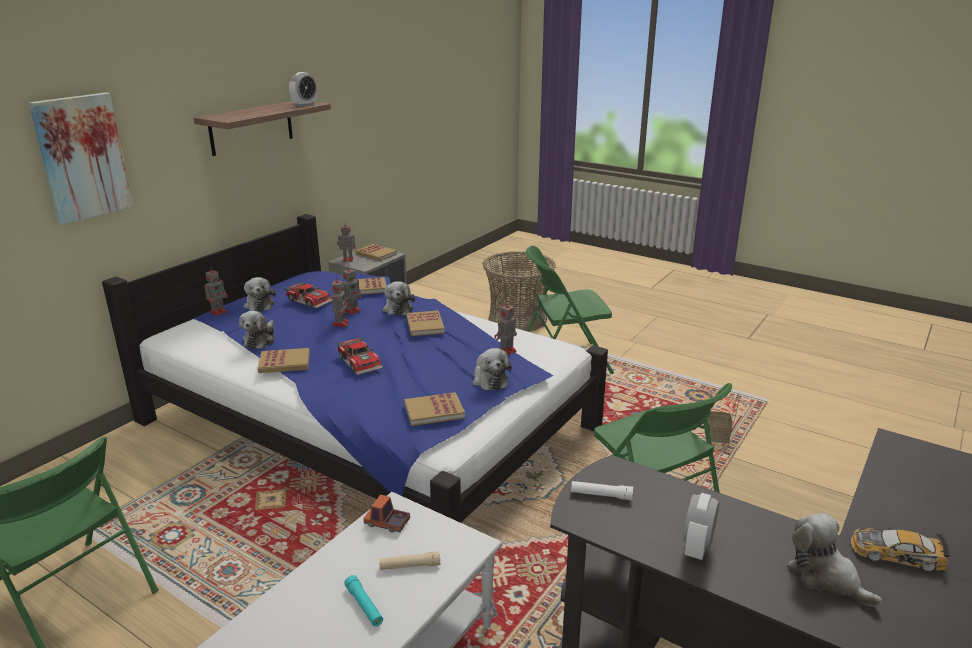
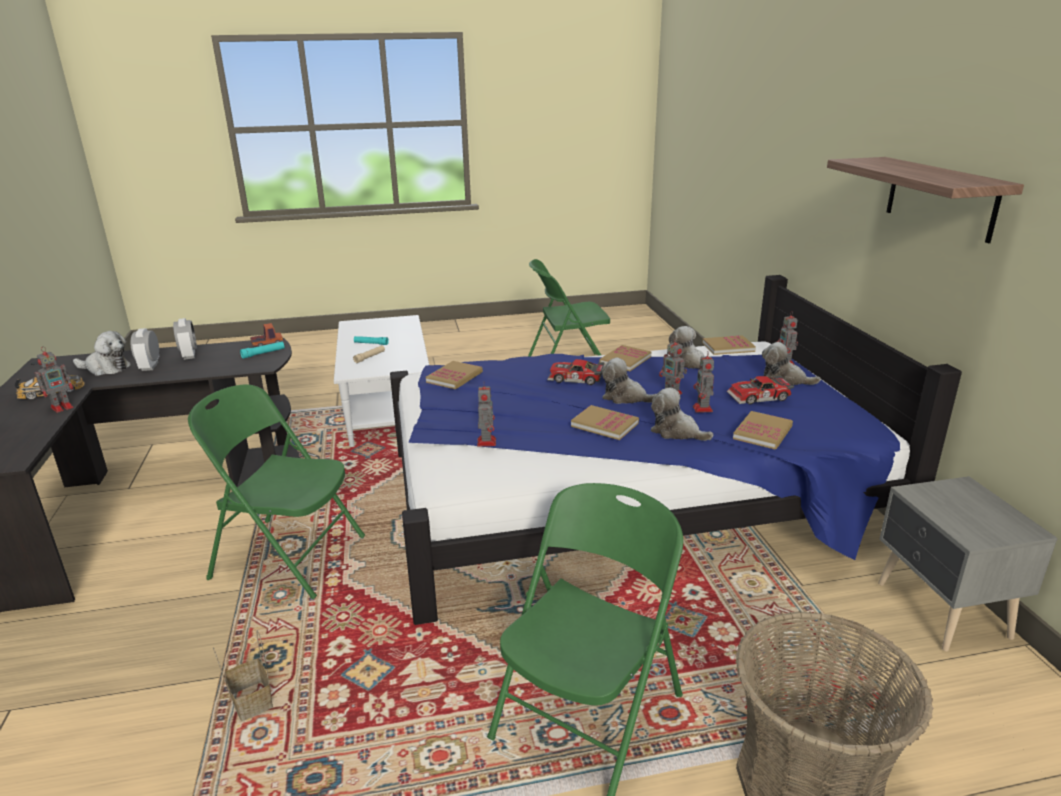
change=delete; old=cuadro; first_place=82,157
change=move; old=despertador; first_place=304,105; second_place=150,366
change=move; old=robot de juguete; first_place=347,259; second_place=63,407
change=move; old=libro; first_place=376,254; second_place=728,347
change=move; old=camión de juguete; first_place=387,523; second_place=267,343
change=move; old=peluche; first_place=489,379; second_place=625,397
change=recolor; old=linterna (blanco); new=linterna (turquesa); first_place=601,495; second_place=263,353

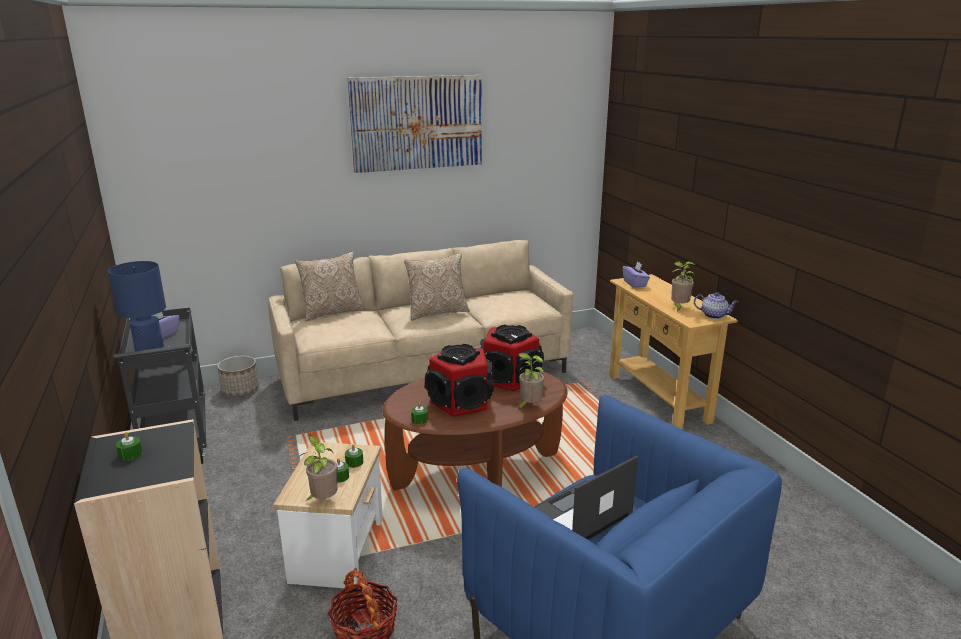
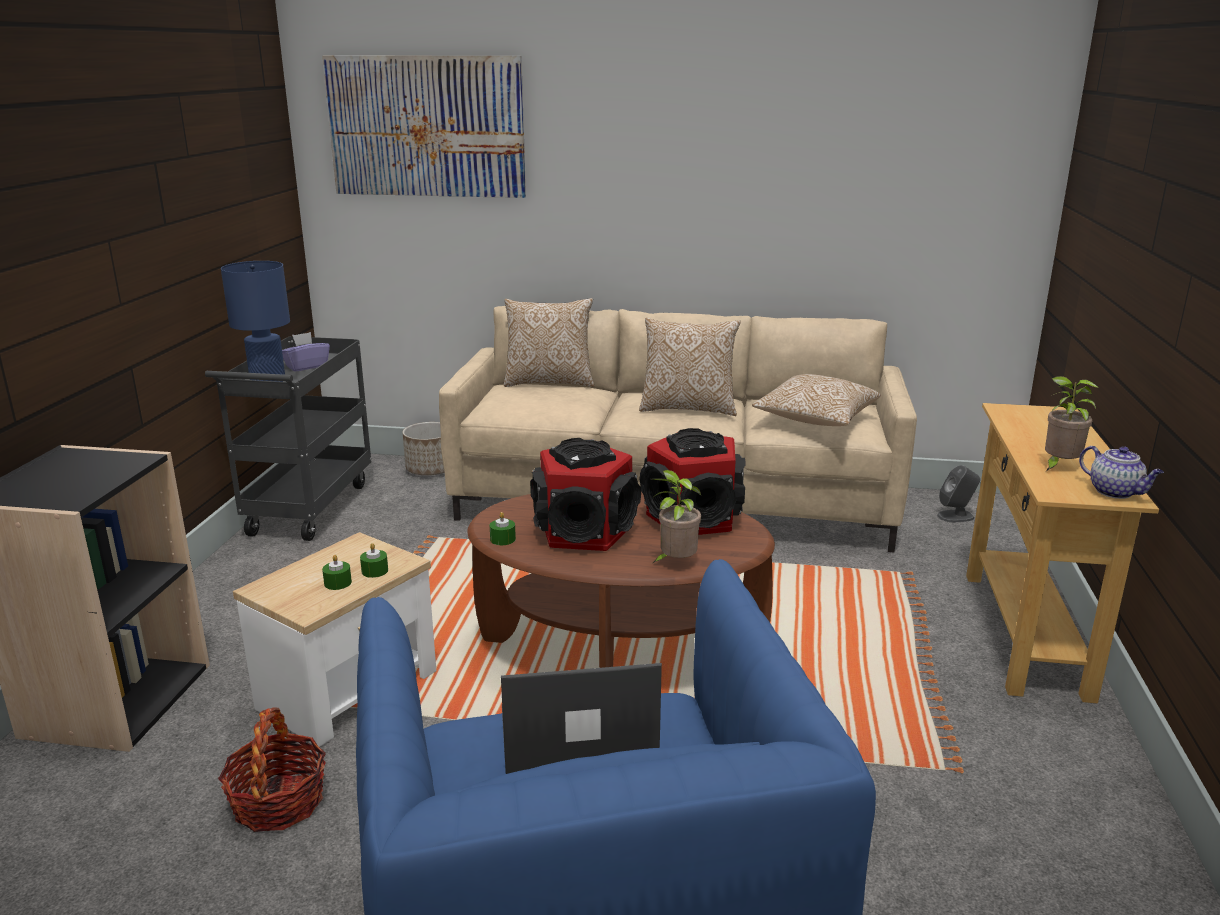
change=delete; old=vela (verde); first_place=130,454
change=delete; old=planta en maceta; first_place=322,500
change=delete; old=caja de pañuelos (morado); first_place=635,284
change=insert; new=cojín; second_place=815,419
change=insert; new=altavoz (gris); second_place=956,516
change=move; old=cuadro; first_place=417,123; second_place=426,127

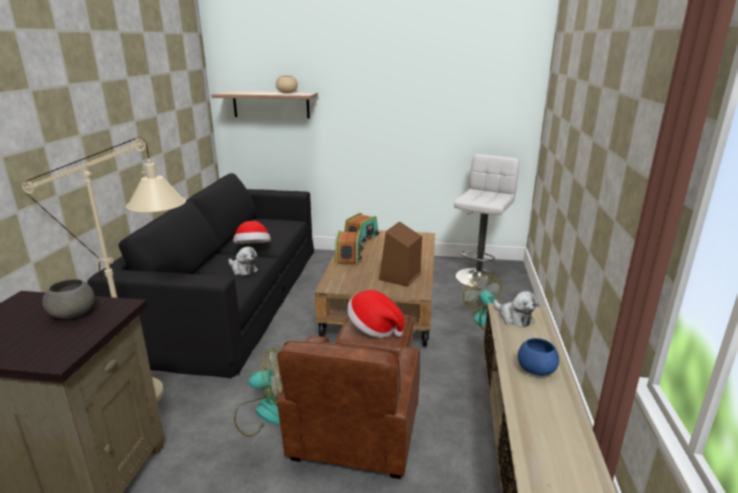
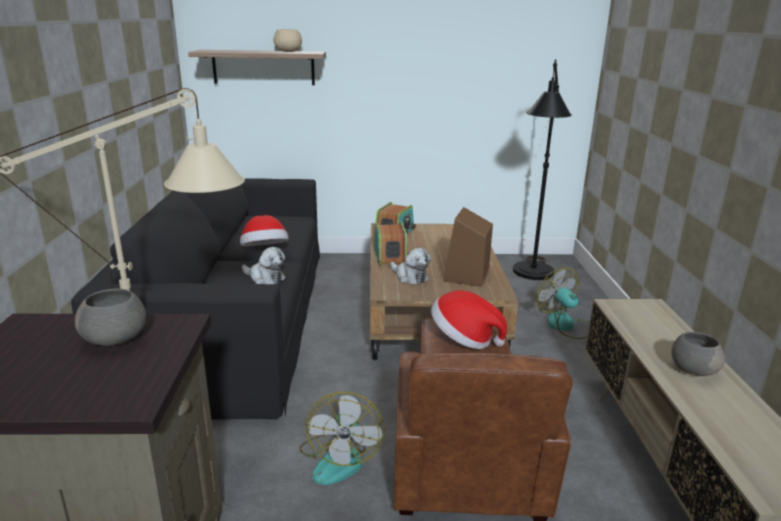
change=move; old=peluche; first_place=514,318; second_place=410,277
change=replace; old=taburete (blanco); new=lámpara de pie (negro); first_place=479,278; second_place=531,276
change=recolor; old=cuenco (azul); new=cuenco (gris); first_place=536,369; second_place=693,369
change=rotate; old=ventilador; first_place=264,412; second_place=339,458; degrees=105

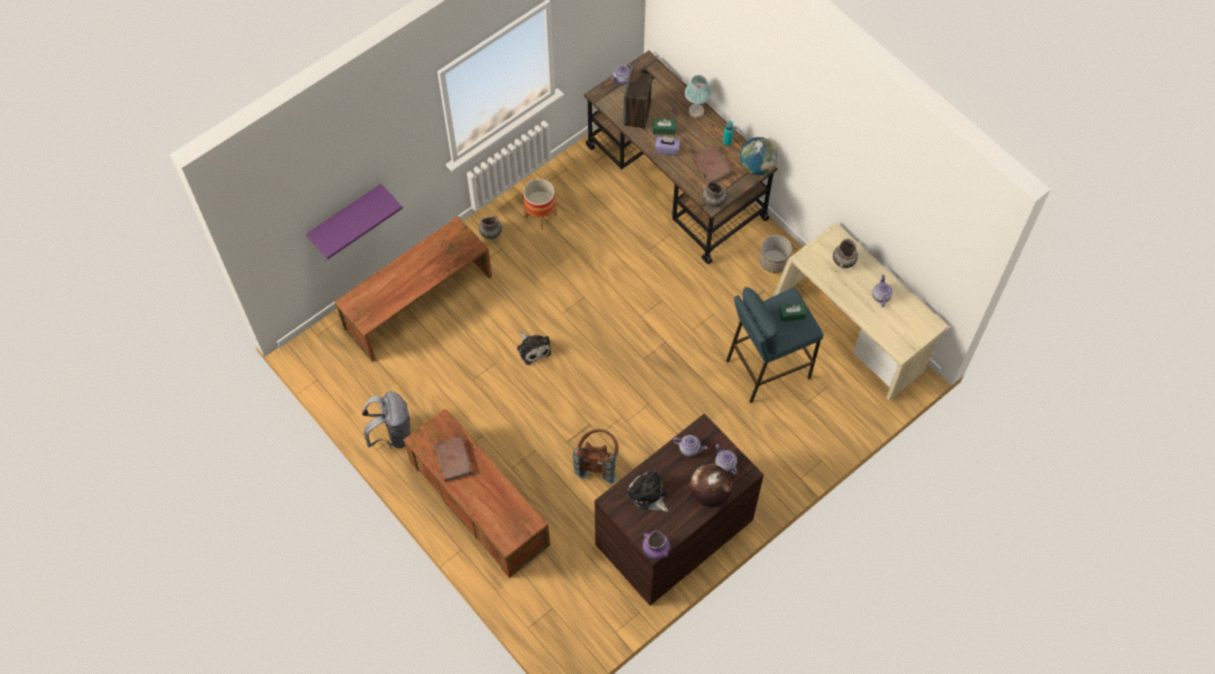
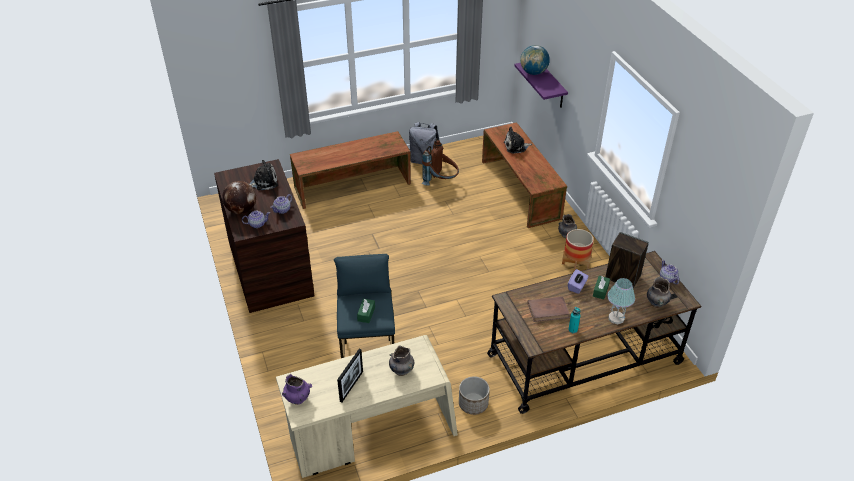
change=delete; old=libro (marrón); first_place=453,460
change=move; old=peluche; first_place=533,349; second_place=516,147
change=move; old=mochila (marrón); first_place=597,462; second_place=441,182
change=move; old=florero (morado); first_place=655,550; second_place=298,399
change=move; old=florero (gris); first_place=714,202; second_place=656,303
change=move; old=globo terráqueo; first_place=756,166; second_place=533,73
change=replace; old=tetera; new=portarretratos; first_place=881,296; second_place=351,386

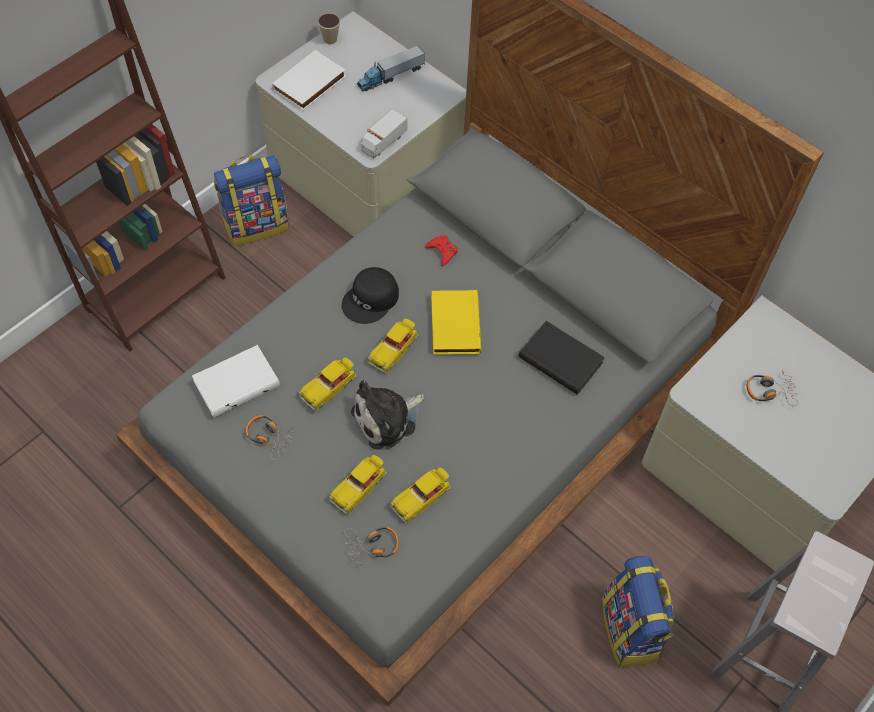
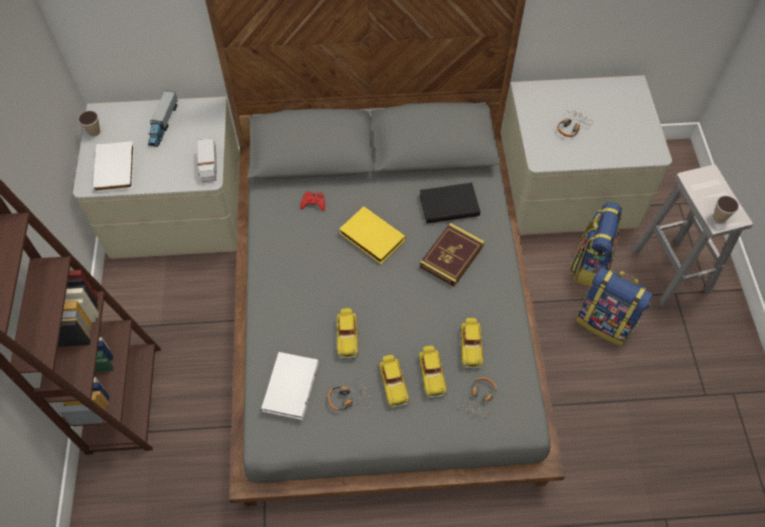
change=delete; old=gorra (negro); first_place=371,299
change=delete; old=peluche; first_place=387,419
change=insert; new=libro; second_place=451,256
change=insert; new=taza; second_place=719,217
change=move; old=mochila; first_place=256,224; second_place=590,264
change=move; old=coche de juguete; first_place=393,349; second_place=393,384

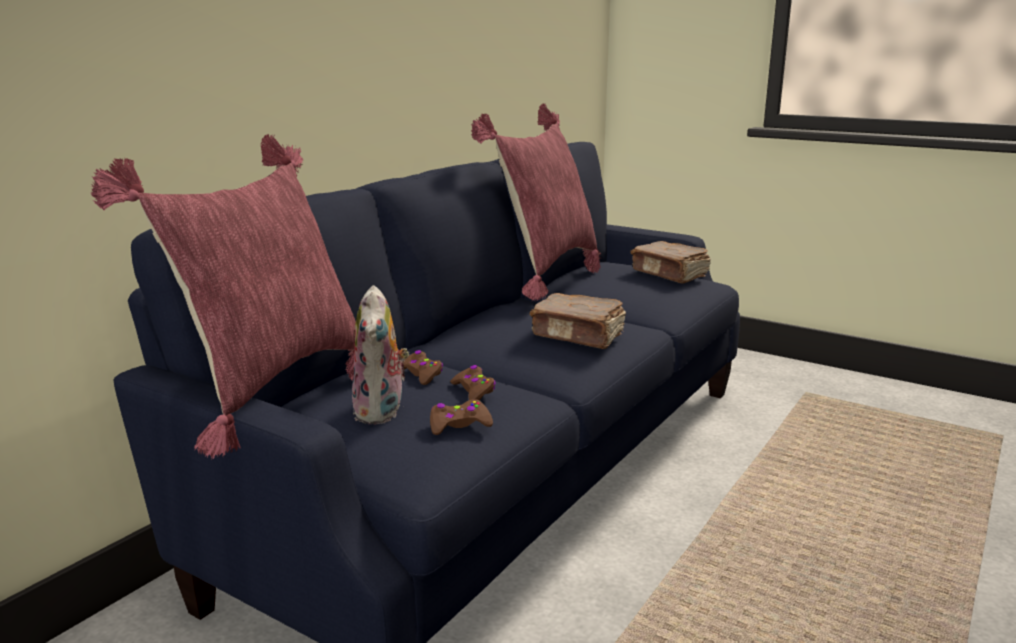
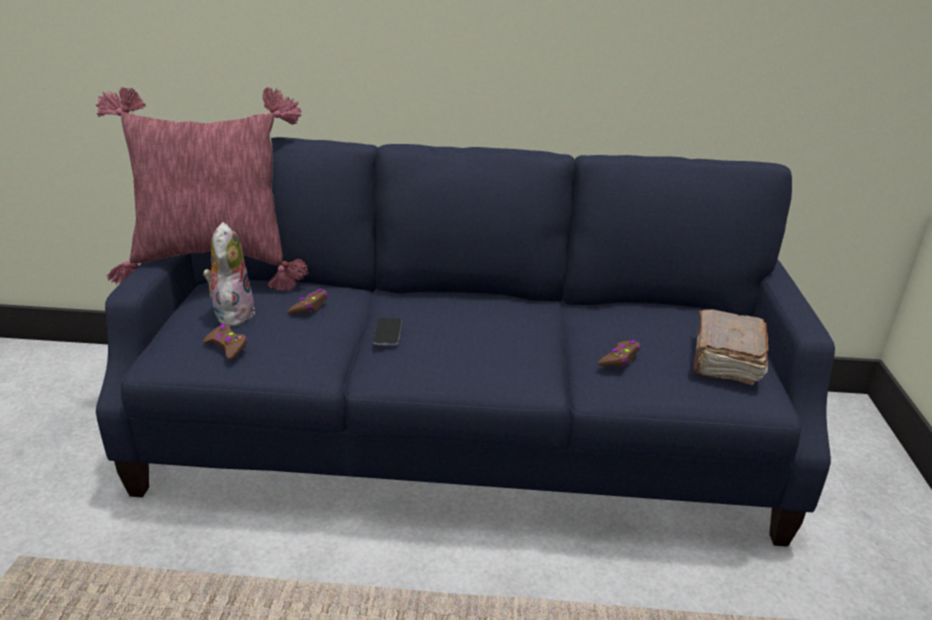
change=delete; old=cojín (rojo); first_place=541,285
change=delete; old=libro (marrón); first_place=578,336
change=insert; new=móvil; second_place=387,333
change=move; old=mando de consola (marrón); first_place=474,390; second_place=619,359
change=rotate; old=peluche; first_place=382,412; second_place=232,313; degrees=120

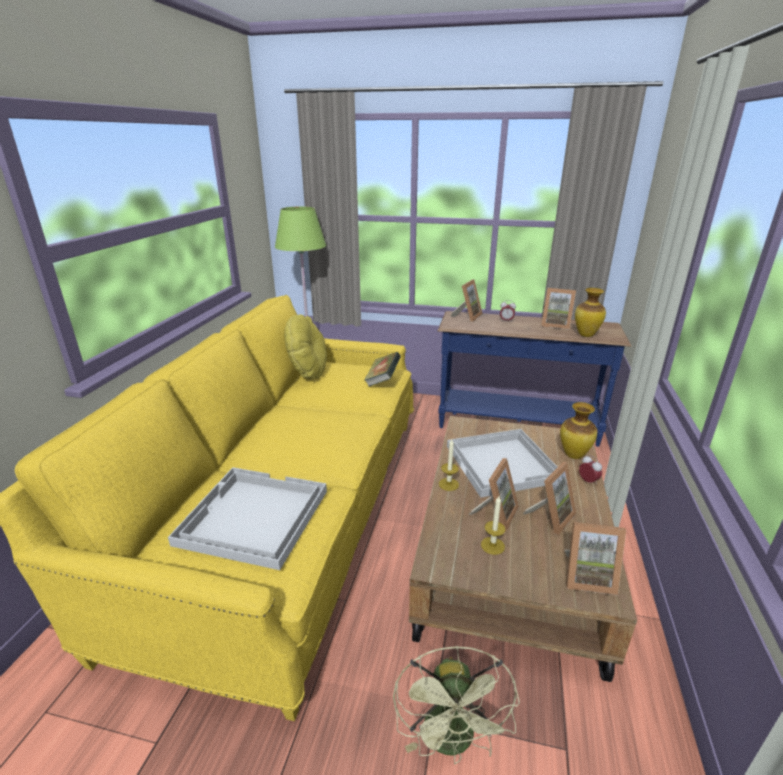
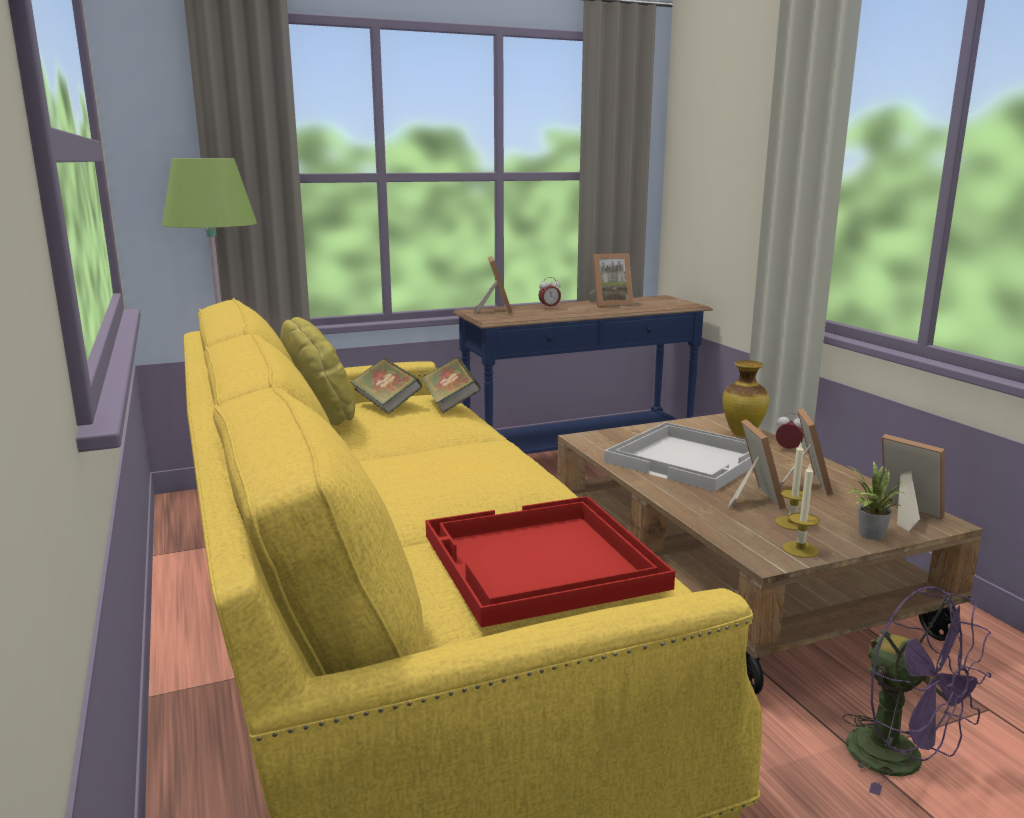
change=delete; old=florero; first_place=585,335
change=insert; new=libro; second_place=386,405
change=insert; new=planta en maceta; second_place=868,534
change=move; old=vela; first_place=448,484; second_place=800,549
change=recolor; old=bandeja (blanco); new=bandeja (rojo); first_place=252,517; second_place=540,562
change=recolor; old=ventilador (verde); new=ventilador (morado); first_place=452,742; second_place=901,761
change=rotate; old=portarretratos; first_place=588,577; second_place=904,515; degrees=-105

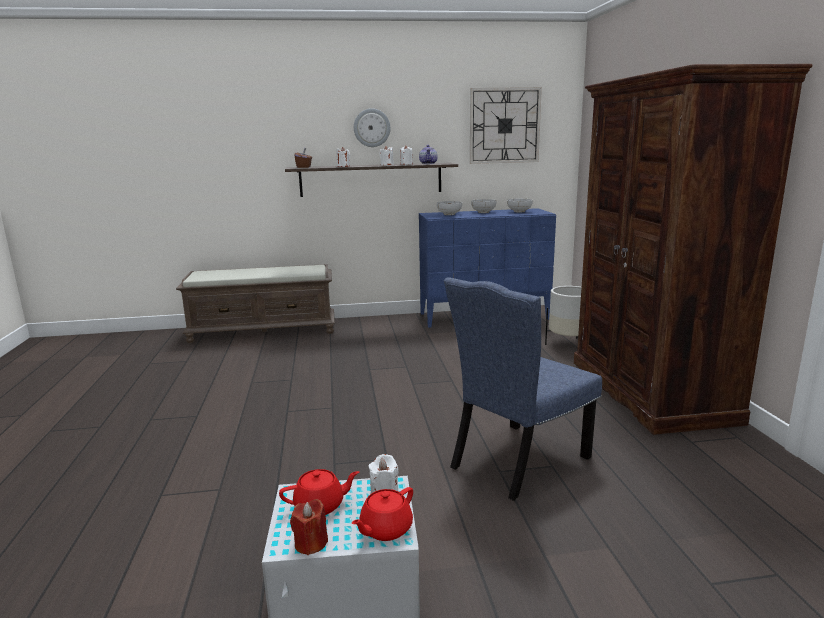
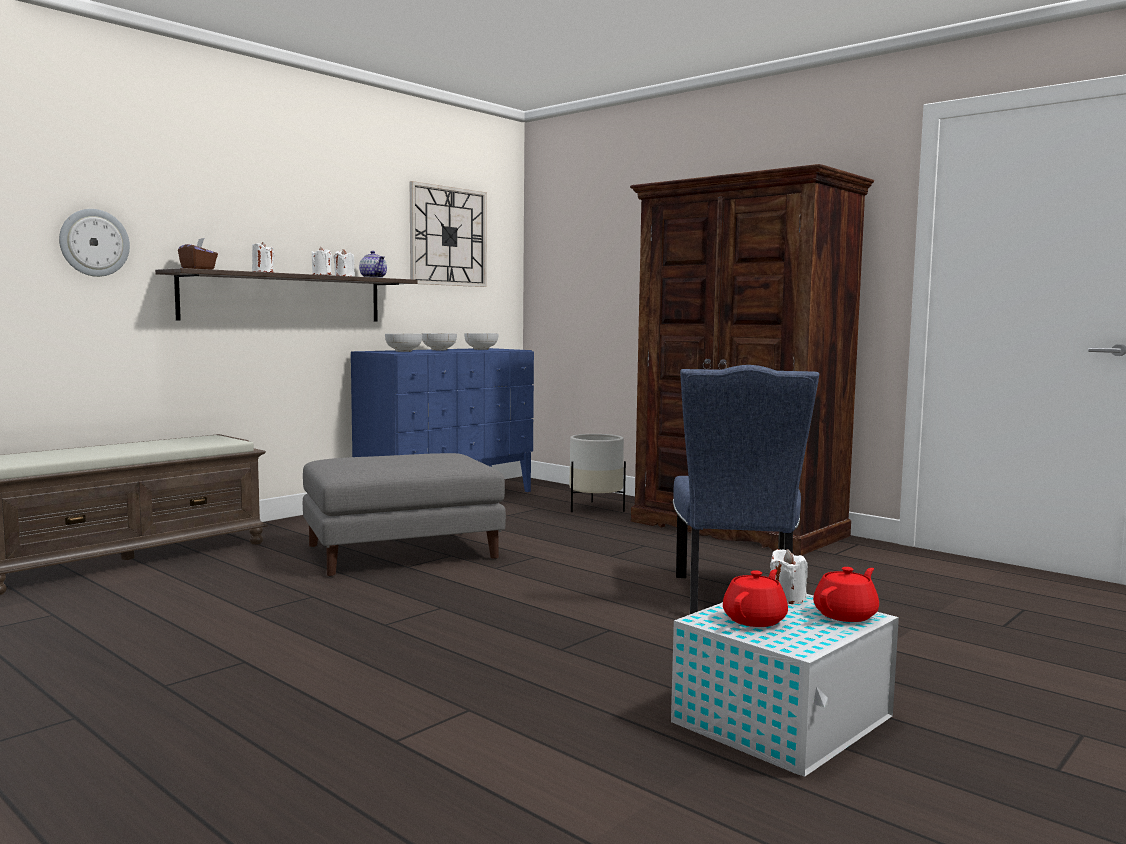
change=delete; old=vela (rojo); first_place=311,543
change=insert; new=puf (gris); second_place=403,552
change=move; old=reloj de pared; first_place=371,128; second_place=94,243
change=rotate; old=tetera (rojo); first_place=385,529; second_place=846,615; degrees=-135

